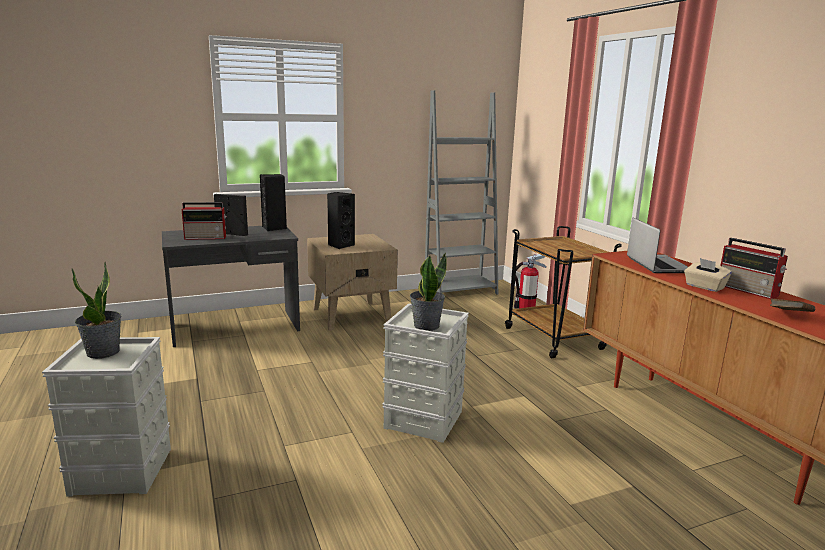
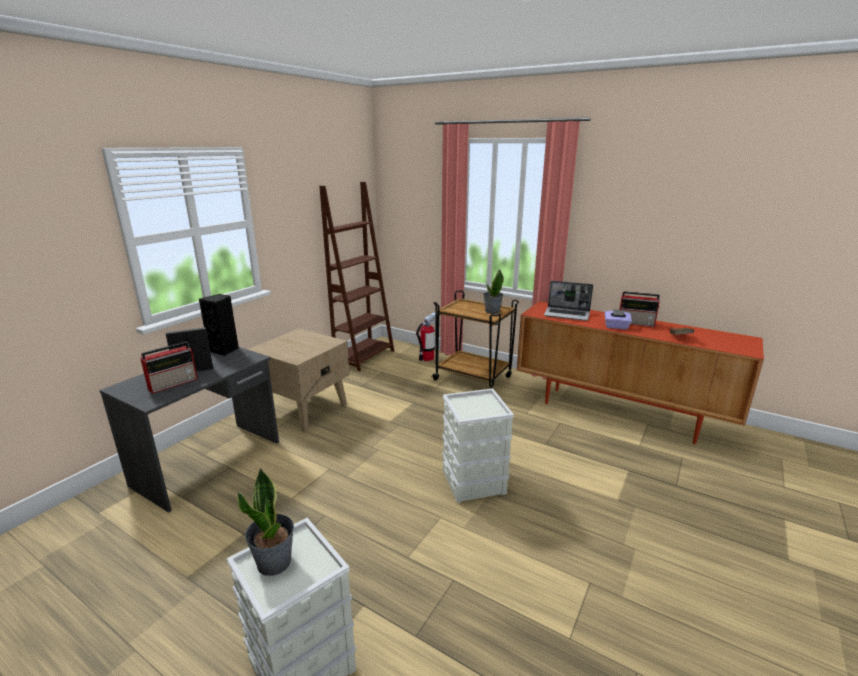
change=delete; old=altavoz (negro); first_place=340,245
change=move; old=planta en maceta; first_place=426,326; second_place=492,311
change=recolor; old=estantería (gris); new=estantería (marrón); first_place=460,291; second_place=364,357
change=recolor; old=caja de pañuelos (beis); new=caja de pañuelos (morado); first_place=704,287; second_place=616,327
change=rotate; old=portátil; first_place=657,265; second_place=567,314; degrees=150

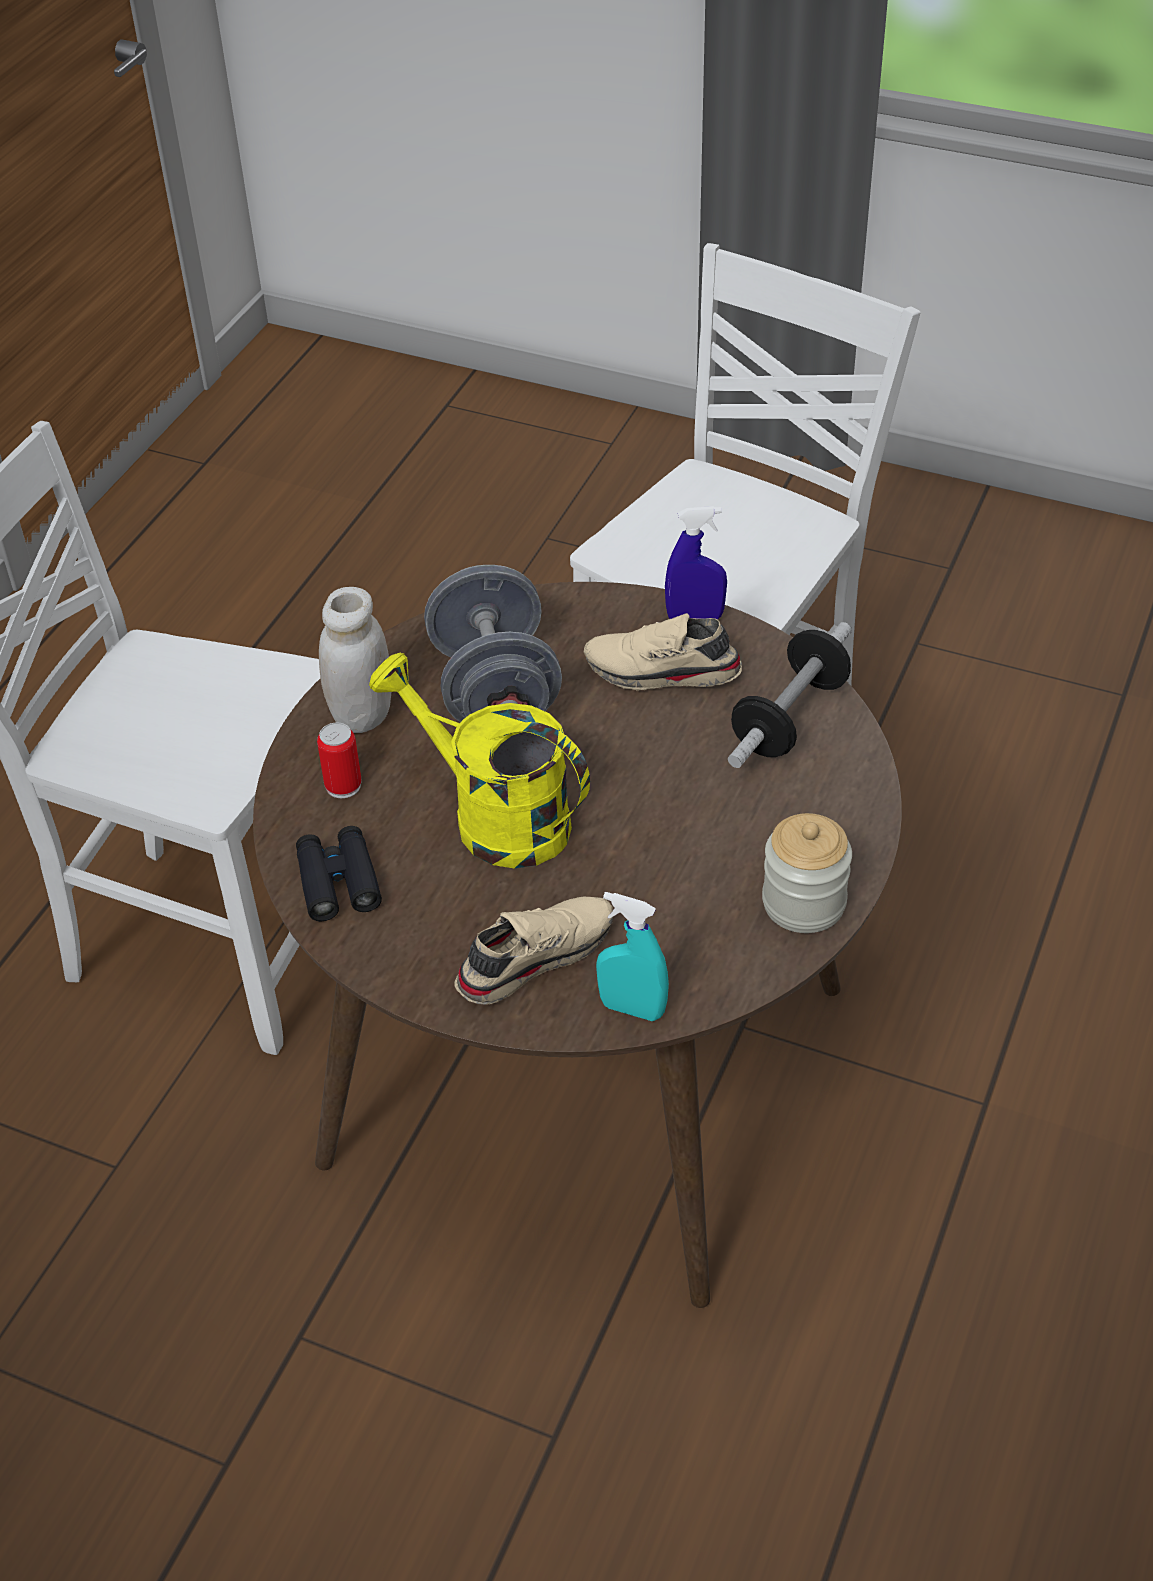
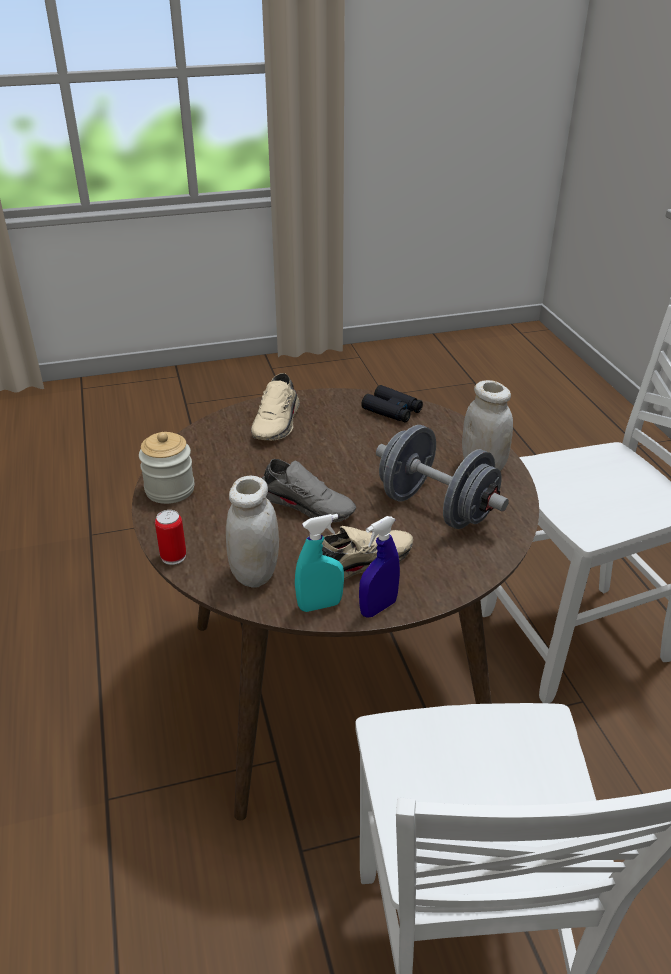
change=delete; old=regadera (amarillo); first_place=494,817
change=insert; new=zapato (gris); second_place=307,504
change=move; old=lata; first_place=343,785; second_place=173,556
change=move; old=pulverizador (turquesa); first_place=632,1008; second_place=320,605
change=replace; old=mancuerna; new=tarro (blanco); first_place=789,718; second_place=255,574

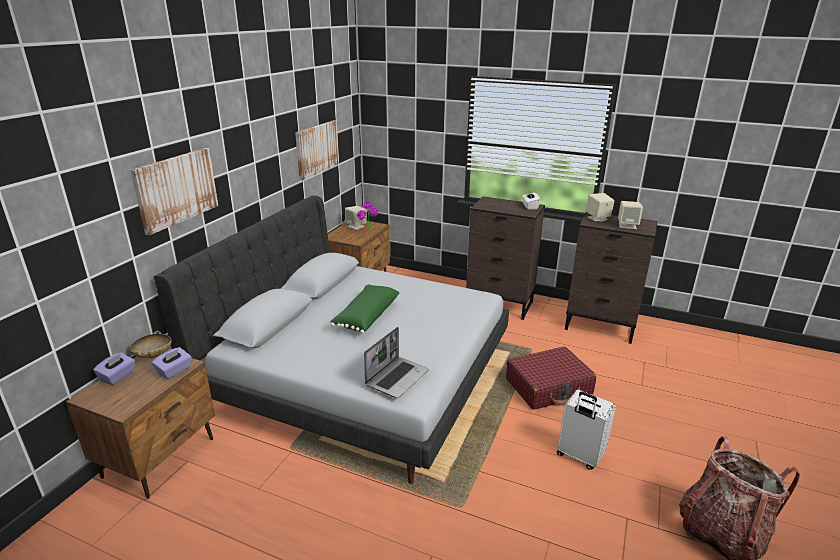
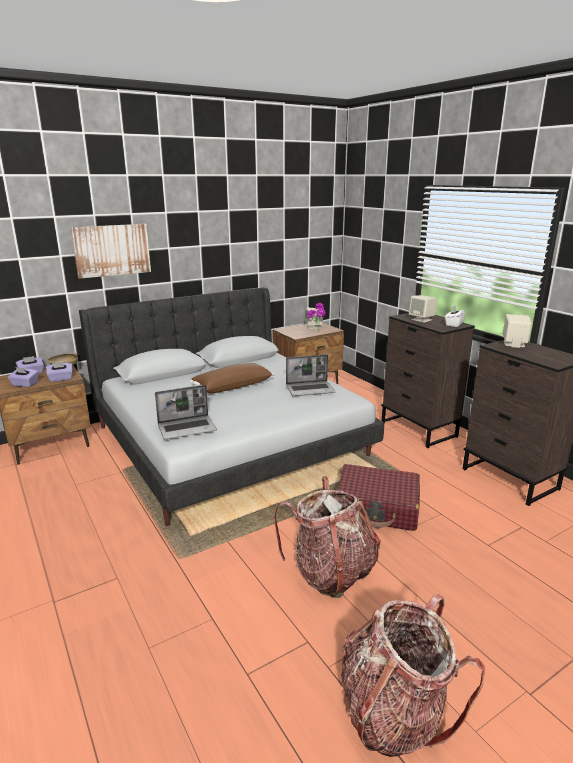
change=delete; old=cuadro; first_place=316,149
change=insert; new=caja de pañuelos (morado); second_place=24,384
change=insert; new=portátil; second_place=310,389
change=move; old=altavoz (beis); first_place=627,225; second_place=422,319
change=replace; old=maleta (blanco); new=mochila; first_place=579,456; second_place=330,572
change=recolor; old=cojín (verde); new=cojín (marrón); first_place=366,316; second_place=232,386

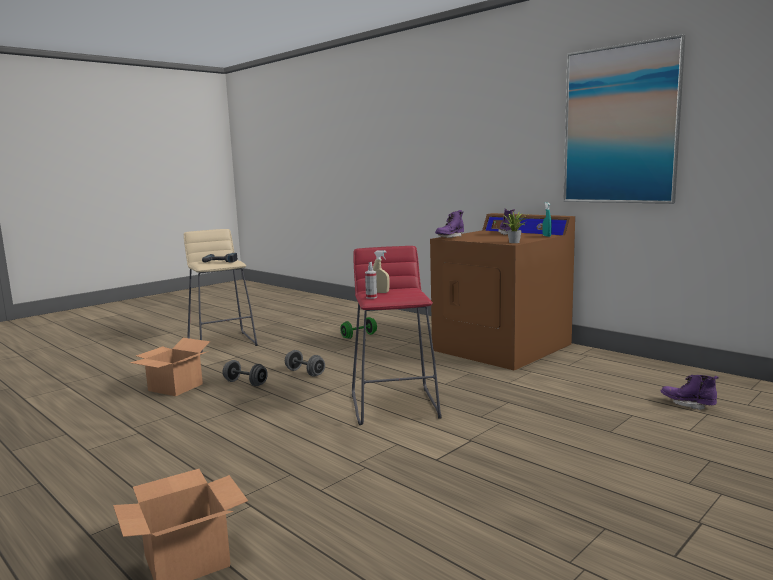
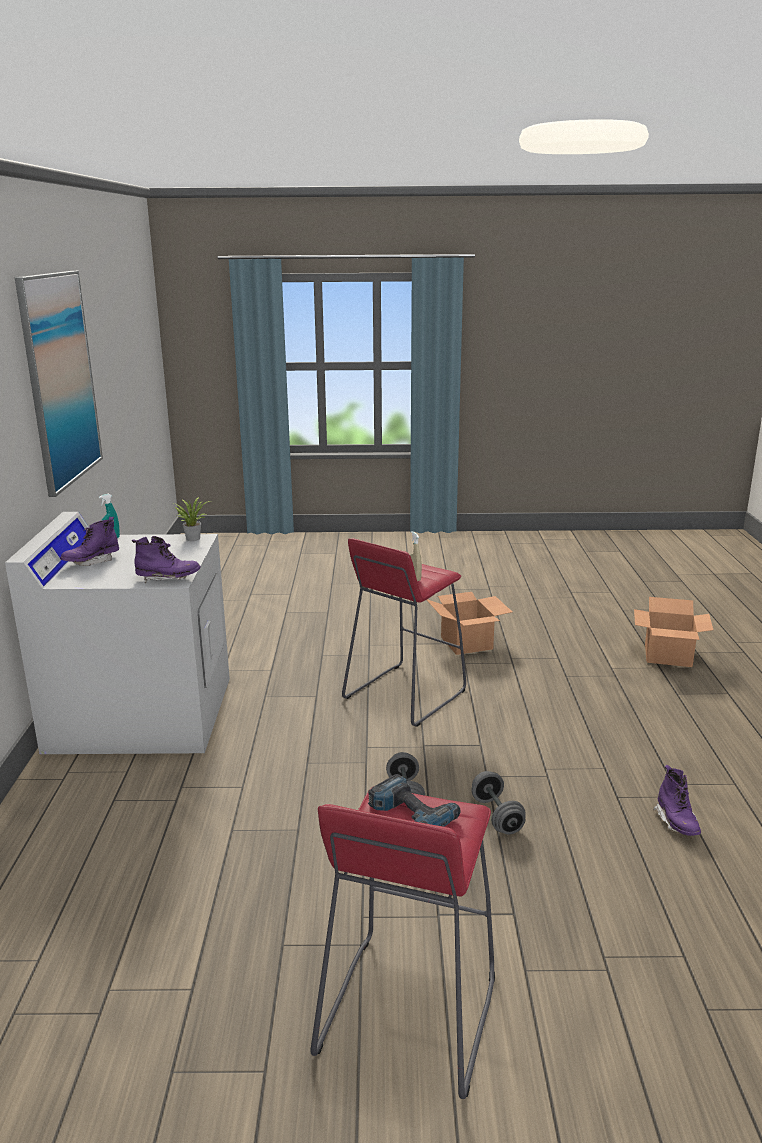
change=delete; old=mancuerna (verde); first_place=359,336
change=delete; old=pulverizador; first_place=371,297
change=move; old=caja de cartón; first_place=176,387; second_place=466,643
change=move; old=bota (morado); first_place=688,404; second_place=676,823
change=recolor; old=taburete (beis); new=taburete (rojo); first_place=223,343; second_place=407,1013
change=recolor; old=lavadora (marrón); new=lavadora (blanco); first_place=502,347; second_place=142,713

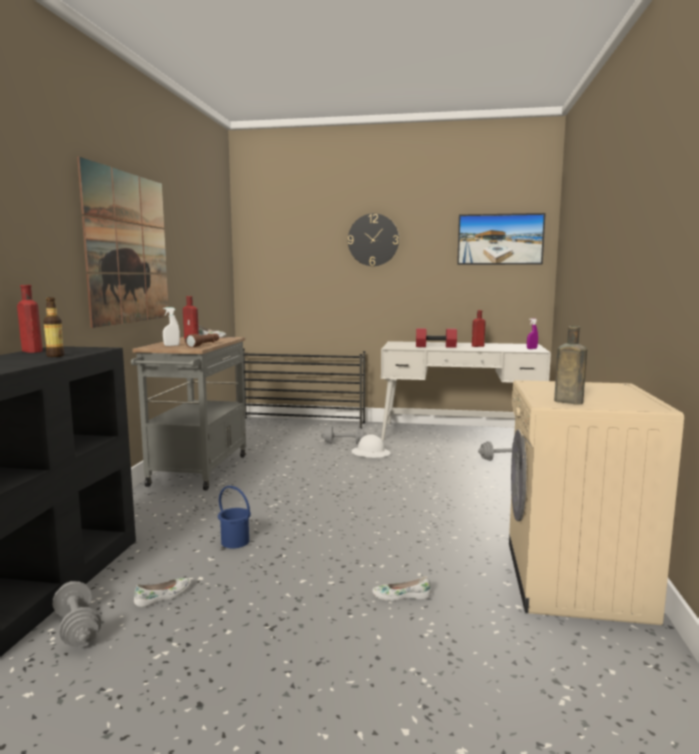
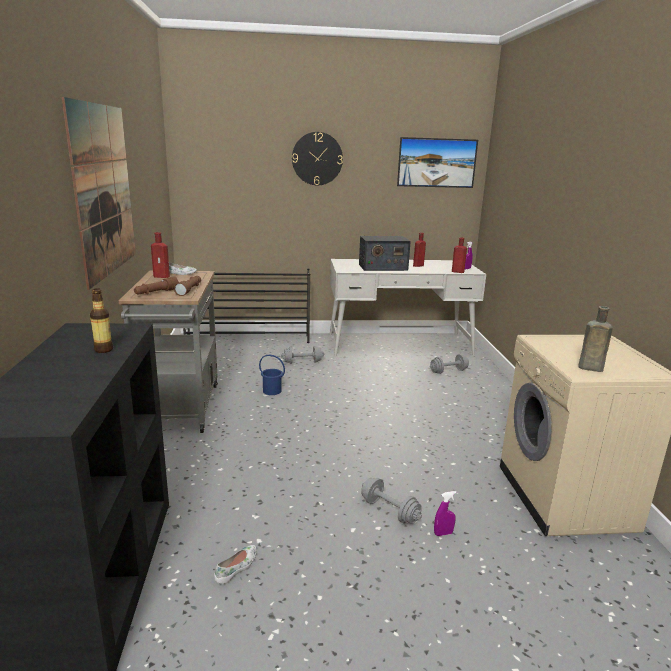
change=delete; old=casco (blanco); first_place=370,453
change=move; old=botella (rojo); first_place=31,351; second_place=456,271
change=move; old=mancuerna (gris); first_place=77,629; second_place=389,511
change=move; old=cubo (azul); first_place=235,542; second_place=272,391
change=replace; old=pulverizador (blanco); new=linterna (marrón); first_place=171,345; second_place=156,293
change=replace; old=zapato (blanco); new=pulverizador (morado); first_place=401,595; second_place=443,533
change=replace; old=mancuerna (rojo); new=radio; first_place=436,346; second_place=382,267

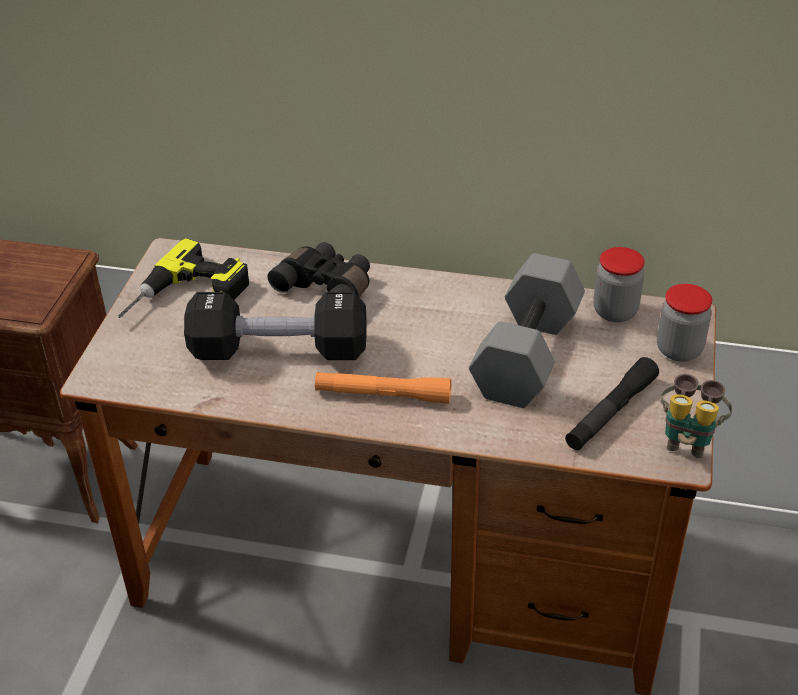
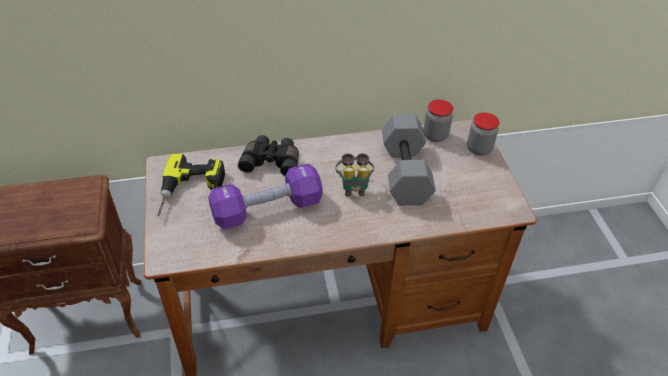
change=delete; old=linterna (naranja); first_place=383,395
change=delete; old=linterna (negro); first_place=610,412
change=move; old=prismáticos; first_place=688,439; second_place=354,187
change=recolor; old=mancuerna (negro); new=mancuerna (morado); first_place=279,351; second_place=267,209

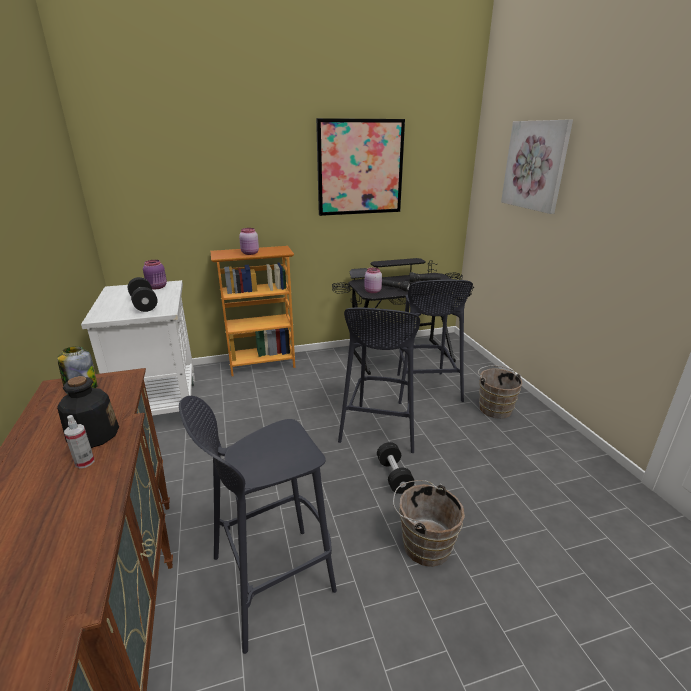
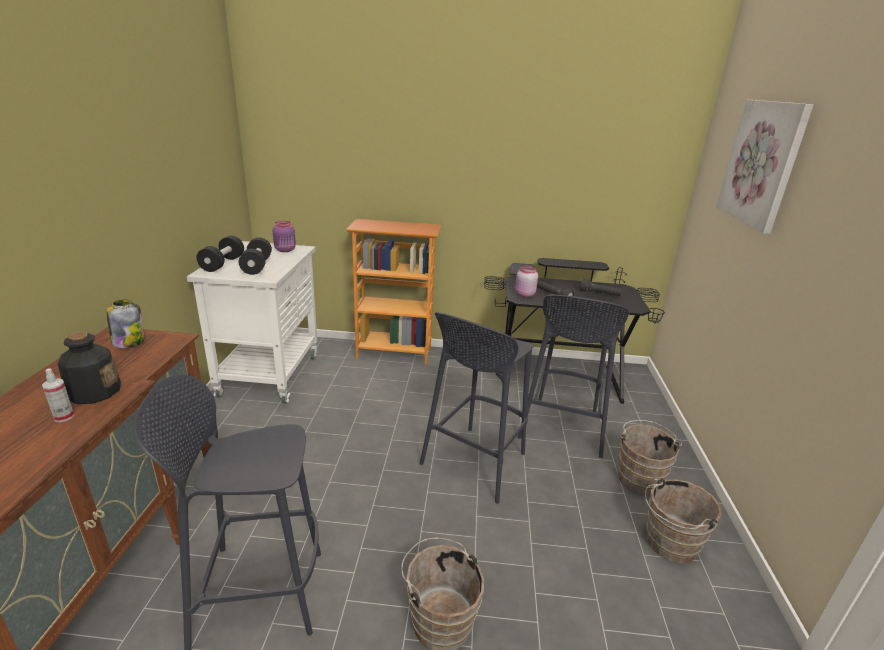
change=delete; old=tarro (rosa); first_place=250,253
change=delete; old=cuadro; first_place=360,167
change=insert; new=cubo (marrón); second_place=668,544
change=move; old=mancuerna (negro); first_place=394,476; second_place=222,264

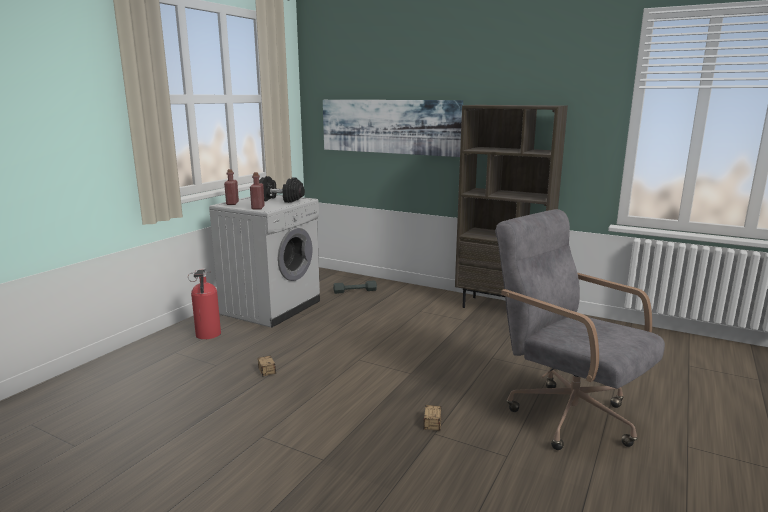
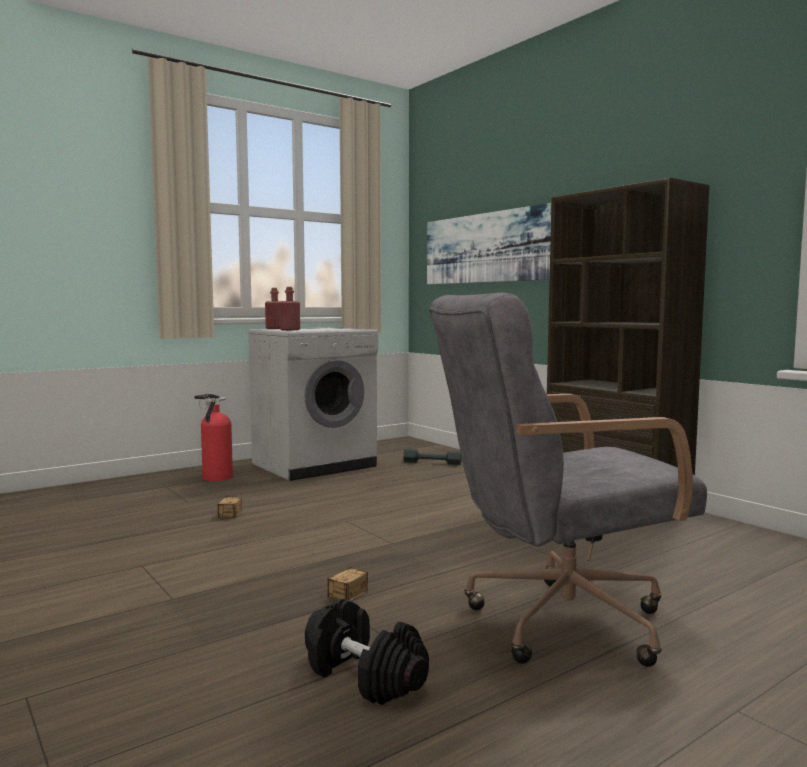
change=move; old=mancuerna (negro); first_place=279,200; second_place=363,676
change=rotate; old=silla de oficina (gris); first_place=565,415; second_place=556,625; degrees=-90

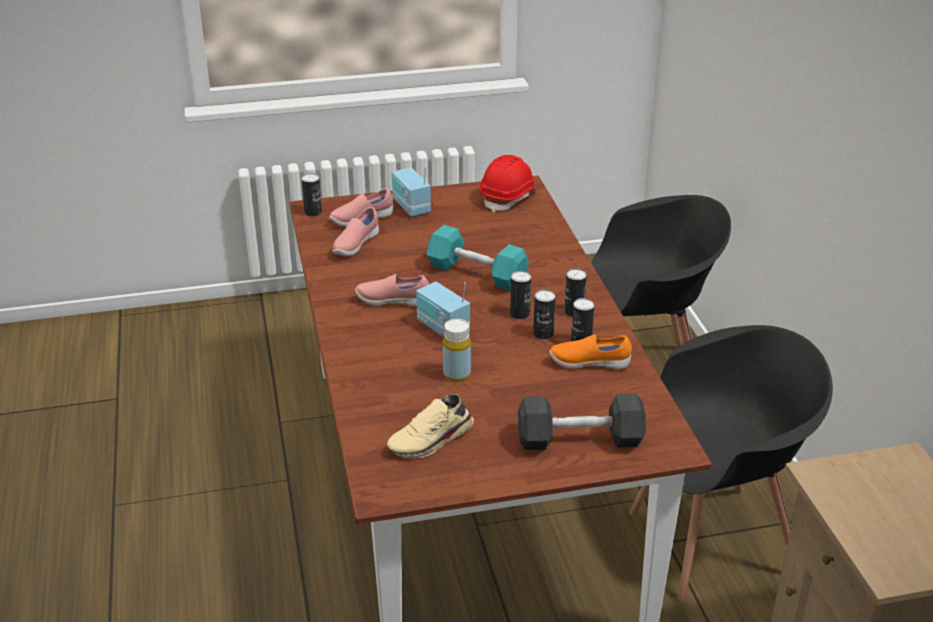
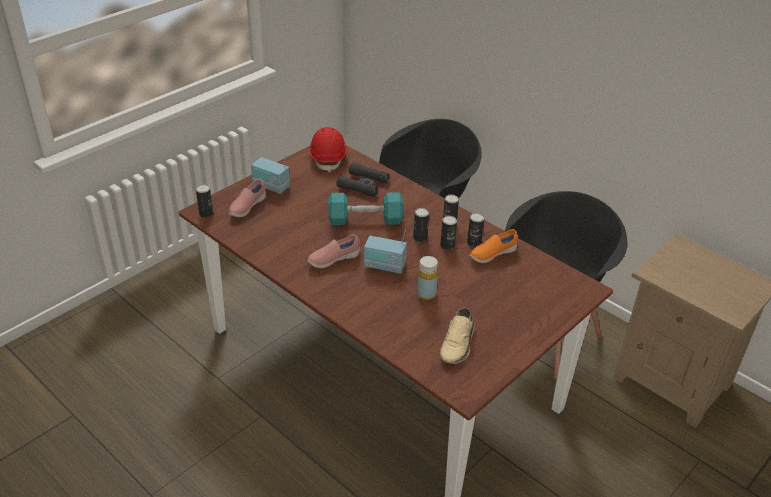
change=delete; old=zapato (rosa); first_place=355,245
change=delete; old=mancuerna (gris); first_place=580,439
change=insert; new=prismáticos (negro); second_place=363,184

